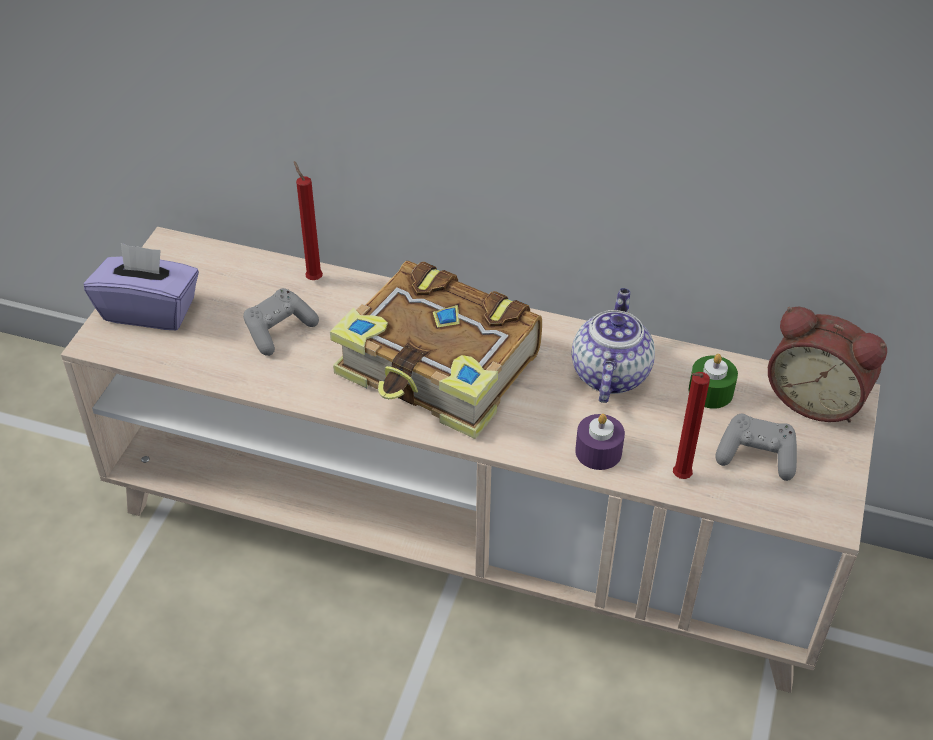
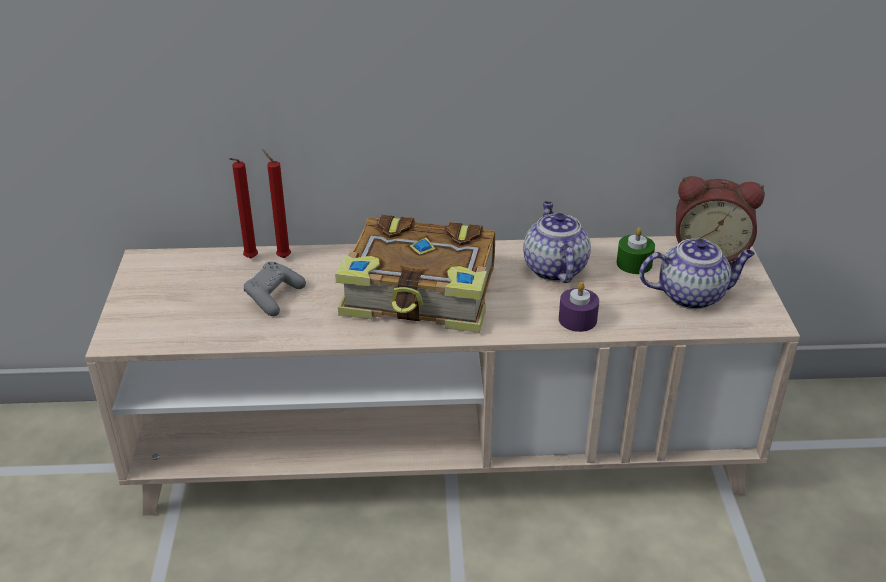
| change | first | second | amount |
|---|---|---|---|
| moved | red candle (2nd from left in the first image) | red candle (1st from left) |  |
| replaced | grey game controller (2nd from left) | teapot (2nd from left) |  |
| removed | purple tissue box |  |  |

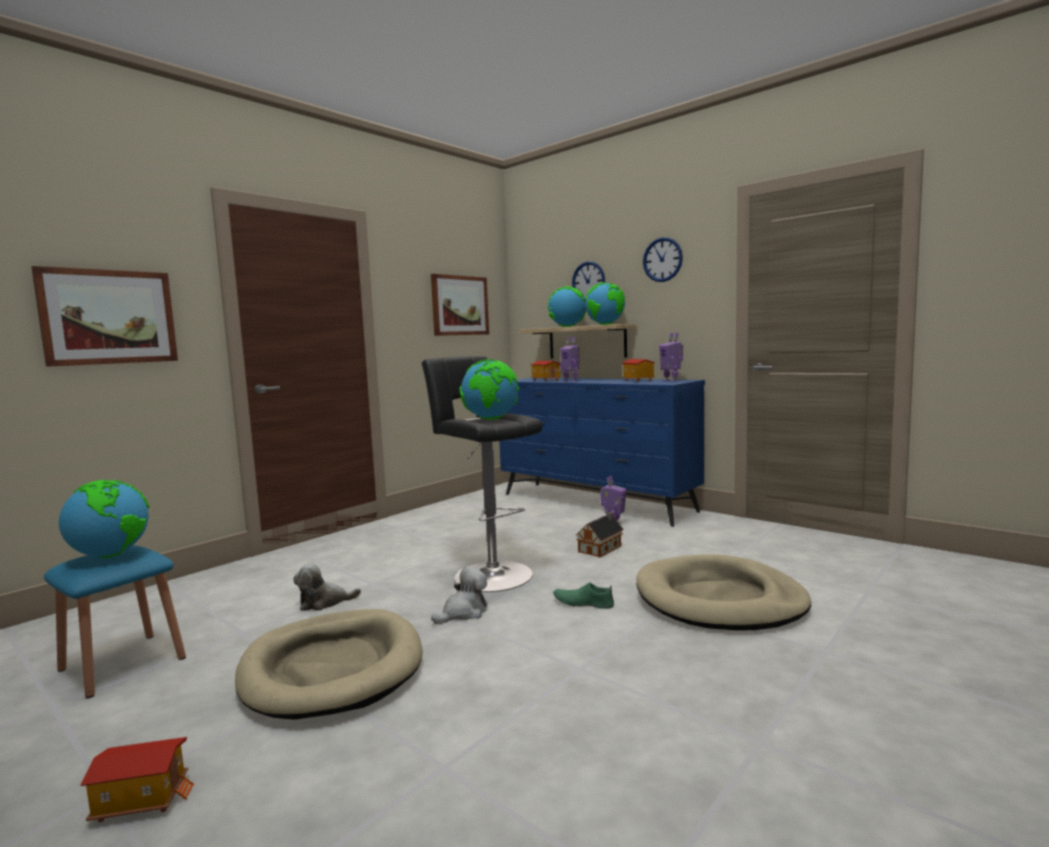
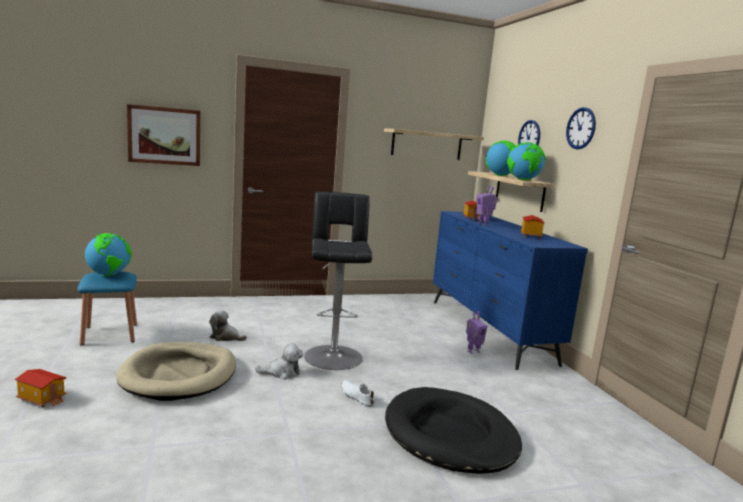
| change | first | second | amount |
|---|---|---|---|
| recoloured | green shoe | white shoe |  |
| replaced | picture (2nd from left) | shelf (1st from left) |  |
| recoloured | beige dog bed (2nd from left) | black dog bed |  |
| removed | globe (2nd from left) |  |  |
| removed | toy house (3rd from left) |  |  |
| removed | toy robot (3rd from left) |  |  |

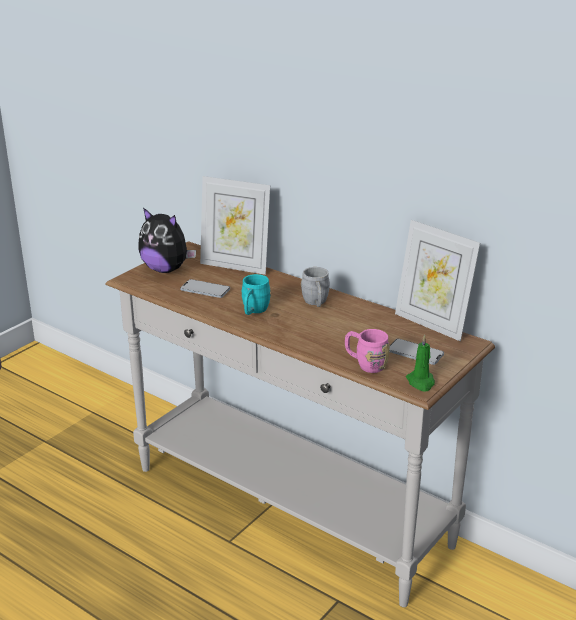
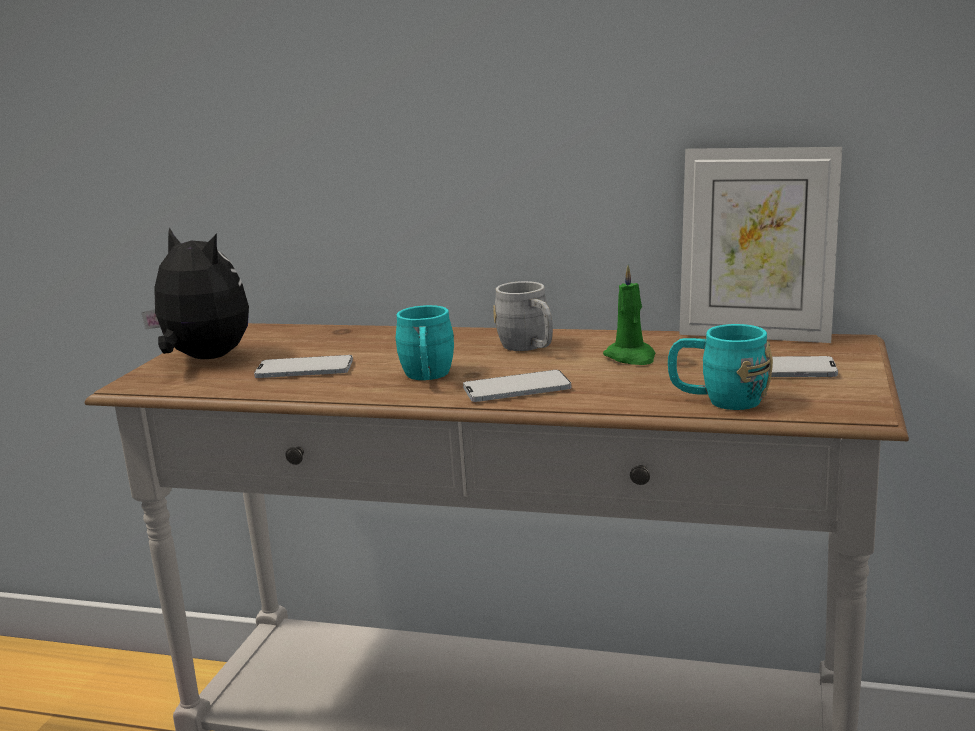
| change | first | second | amount |
|---|---|---|---|
| turned | plush toy |  | 150 degrees counterclockwise |
| added |  | phone (2nd from left) |  |
| moved | green candle |  |  |
| recoloured | pink mug | turquoise mug (2nd from left) |  |
| removed | picture frame (1st from left) |  |  |

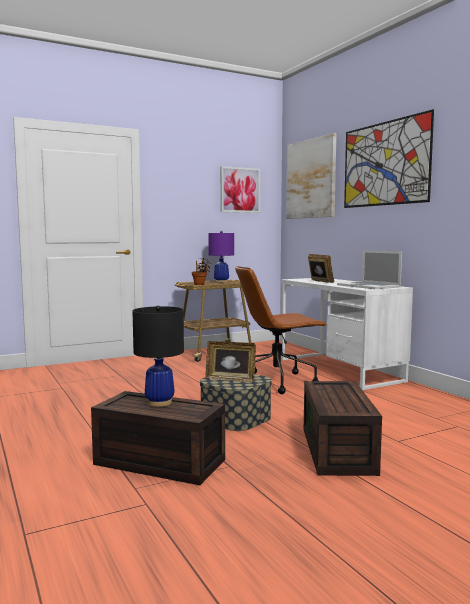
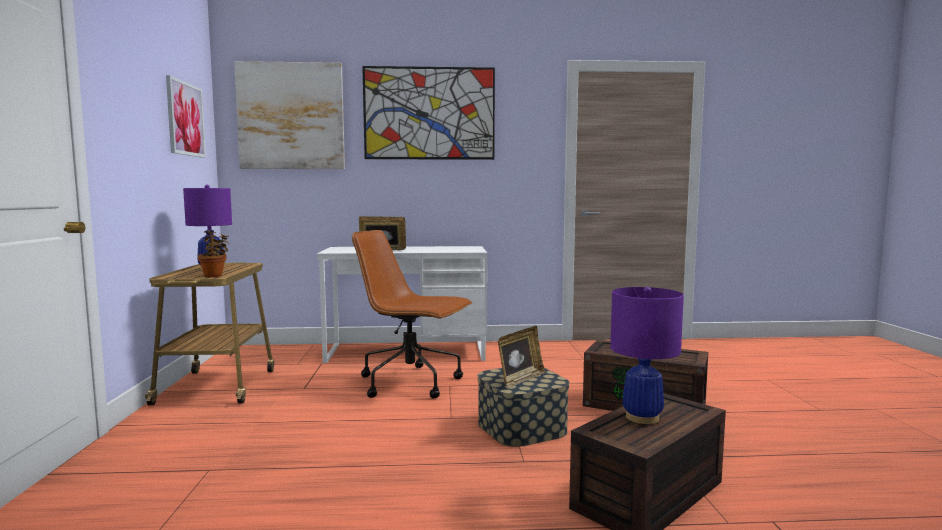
| change | first | second | amount |
|---|---|---|---|
| turned | brown office chair |  | 105 degrees clockwise |
| recoloured | black table lamp | purple table lamp (2nd from left) |  |
| removed | laptop |  |  |

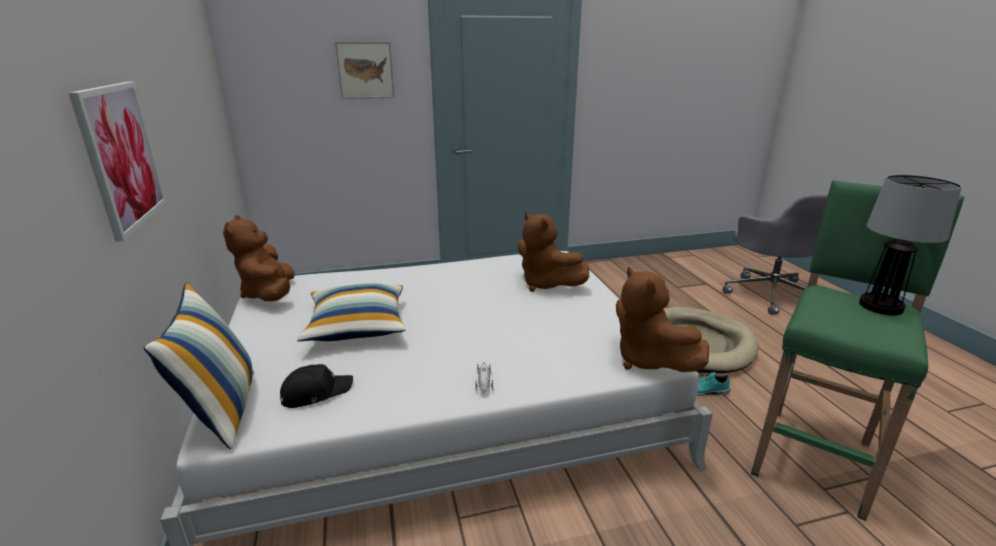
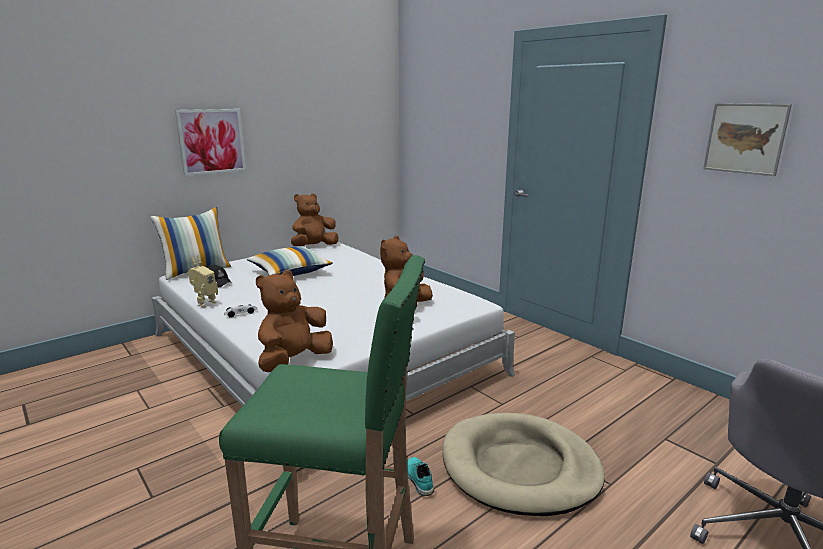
| change | first | second | amount |
|---|---|---|---|
| added |  | toy robot |  |
| moved | picture (2nd from left) |  |  |
| removed | table lamp |  |  |

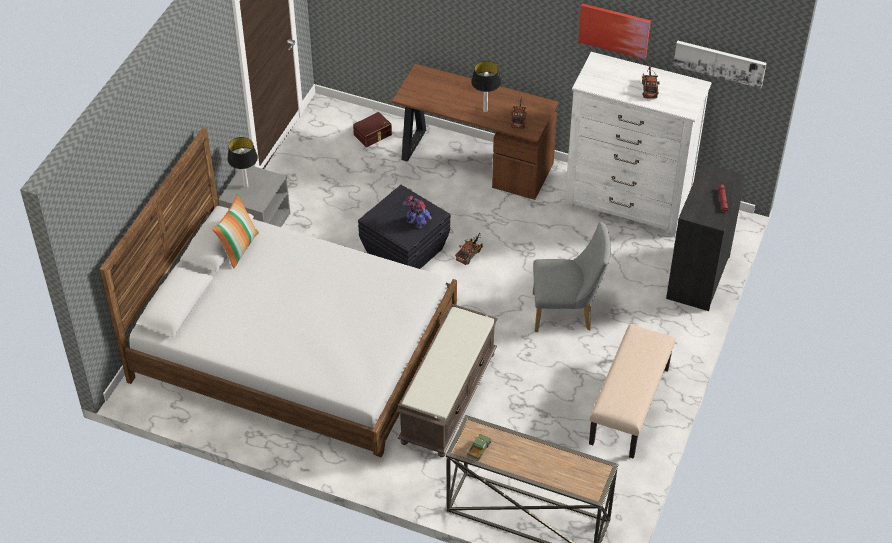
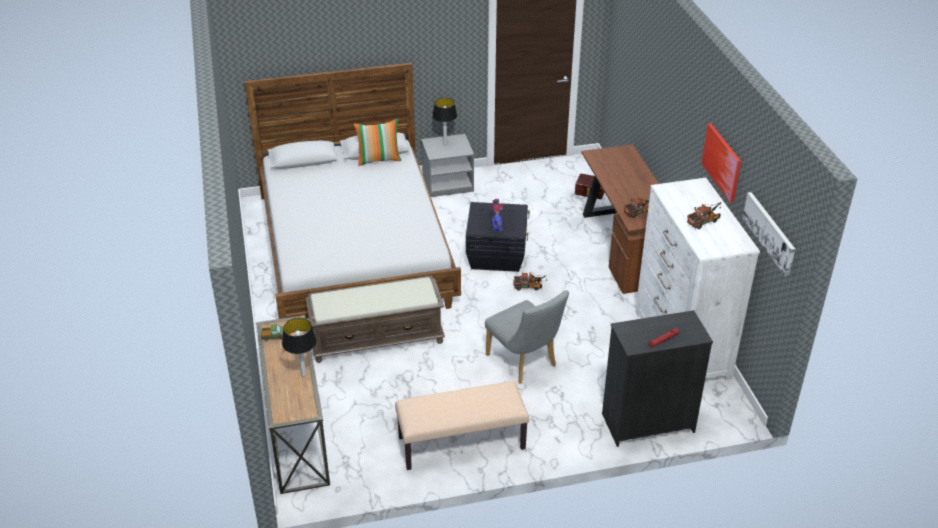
| change | first | second | amount |
|---|---|---|---|
| moved | table lamp (2nd from left in the first image) | table lamp (1st from left) |  |

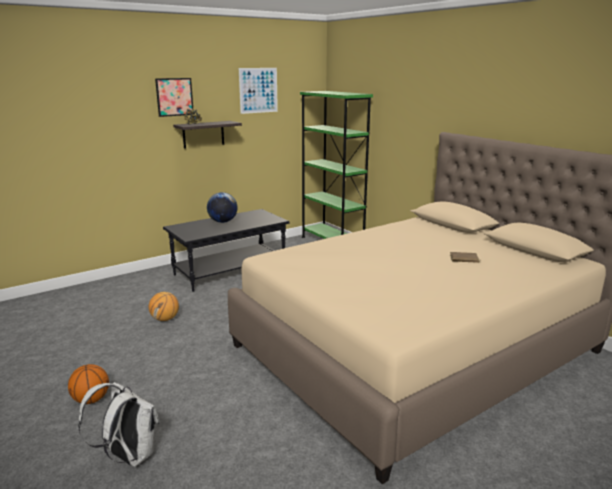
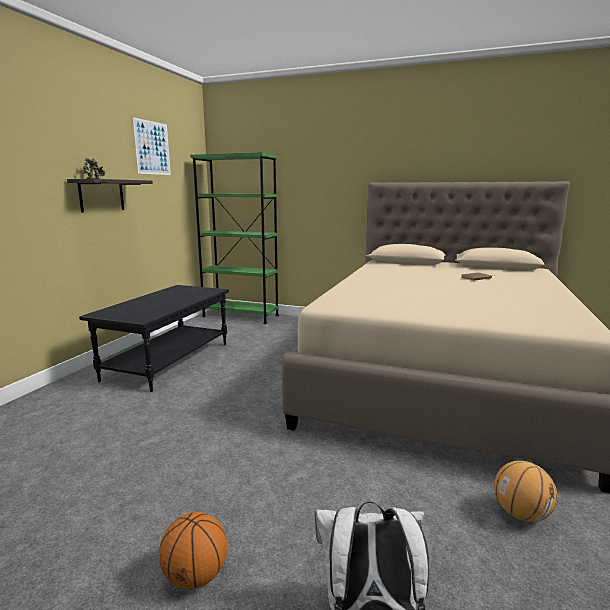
| change | first | second | amount |
|---|---|---|---|
| moved | basketball (2nd from left) |  |  |
| removed | picture (1st from left) |  |  |
| removed | globe |  |  |

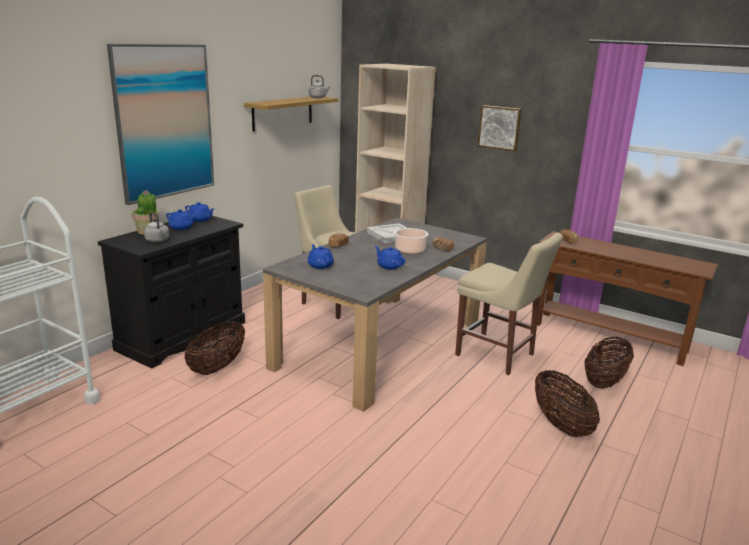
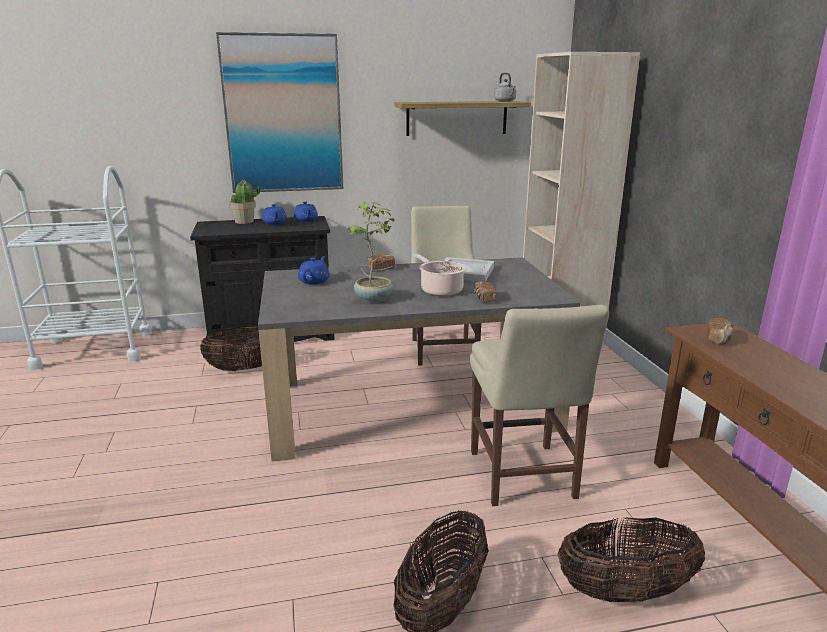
| change | first | second | amount |
|---|---|---|---|
| replaced | blue teapot (4th from left) | potted plant (2nd from left) |  |
| removed | grey kettle (1st from left) |  |  |
| removed | picture (2nd from left) |  |  |

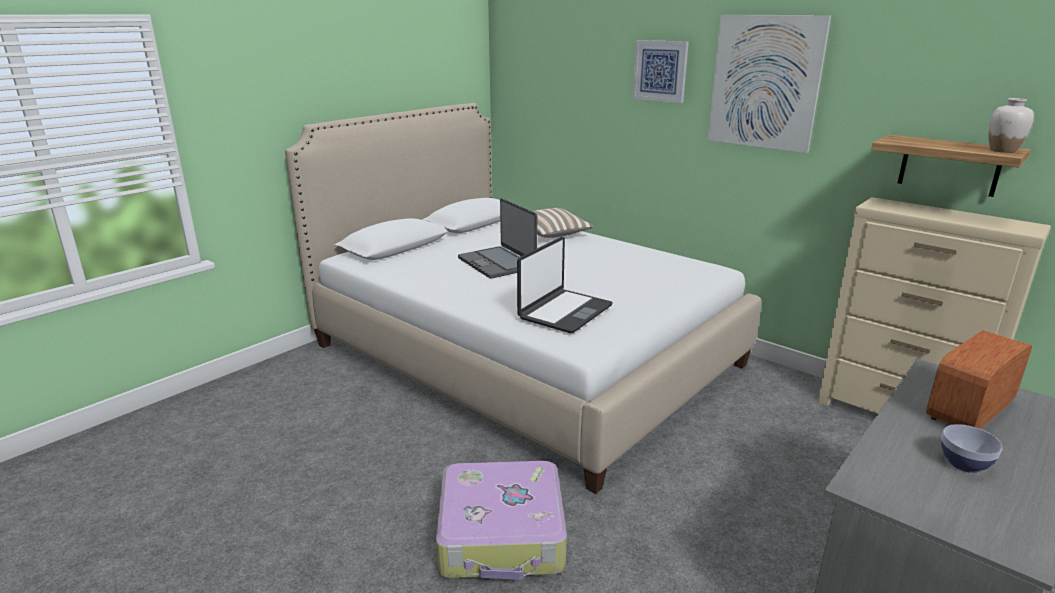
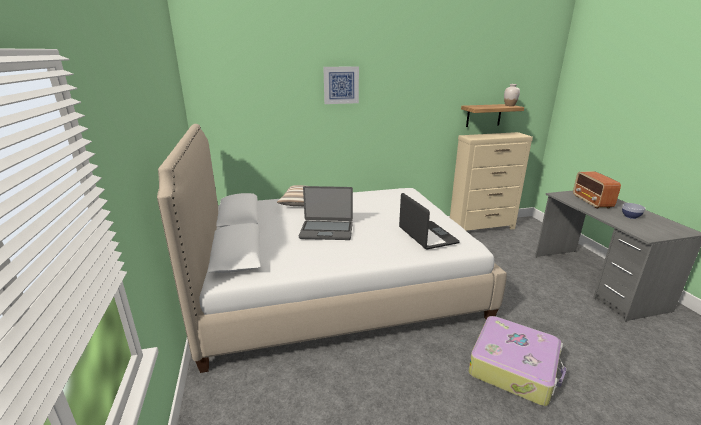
| change | first | second | amount |
|---|---|---|---|
| removed | picture (2nd from left) |  |  |

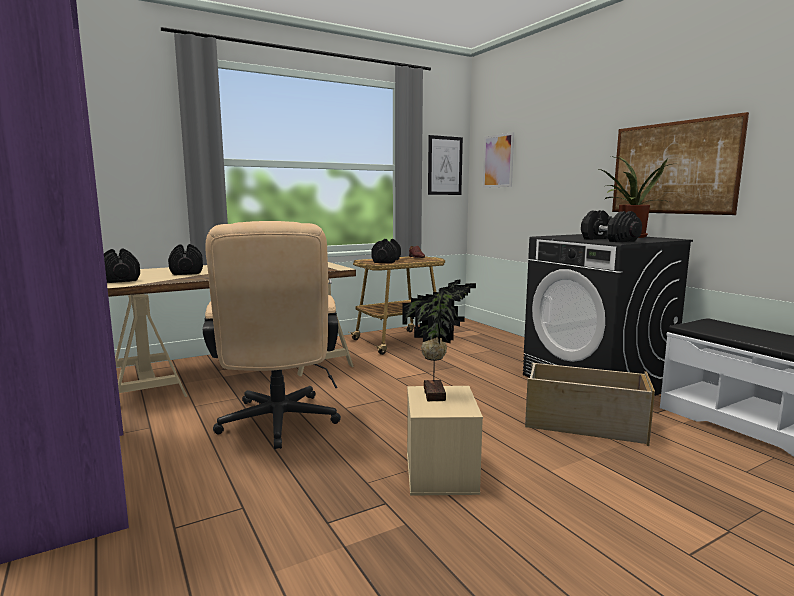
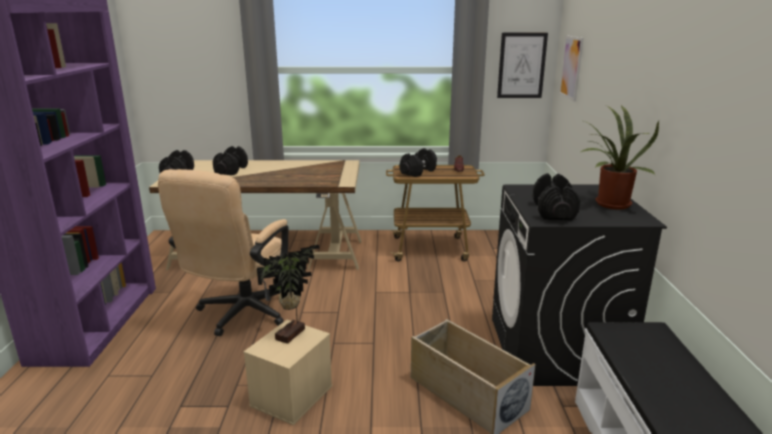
| change | first | second | amount |
|---|---|---|---|
| removed | picture (3rd from left) |  |  |

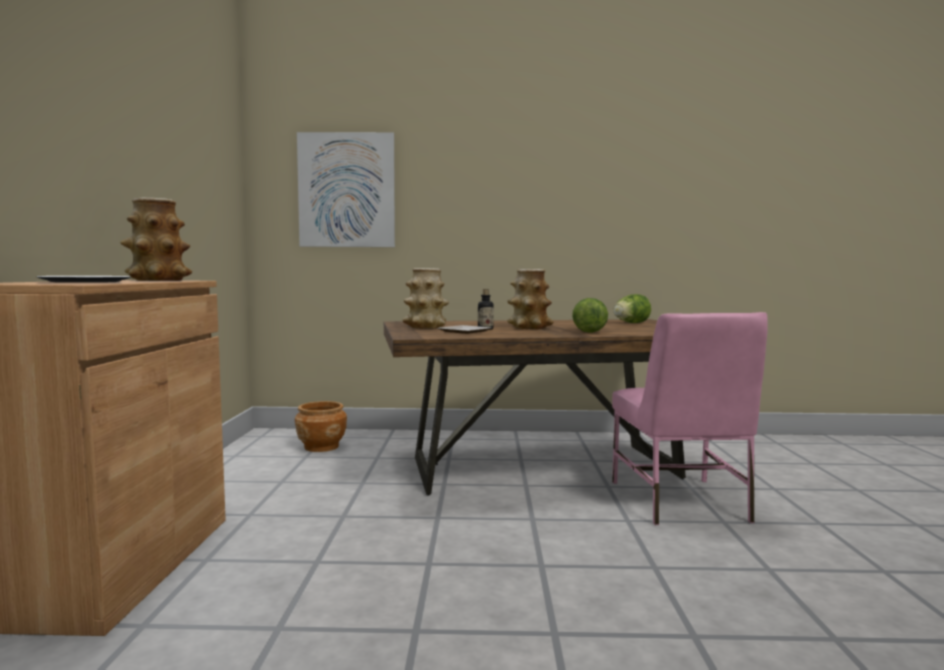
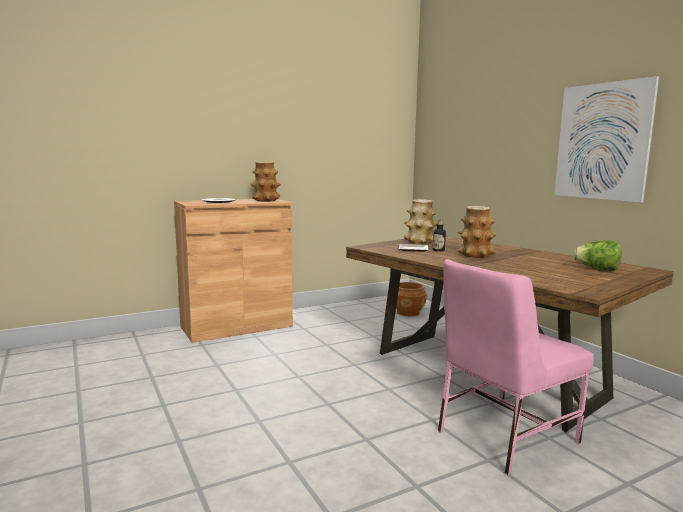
| change | first | second | amount |
|---|---|---|---|
| moved | picture |  |  |
| removed | lettuce (1st from left) |  |  |

